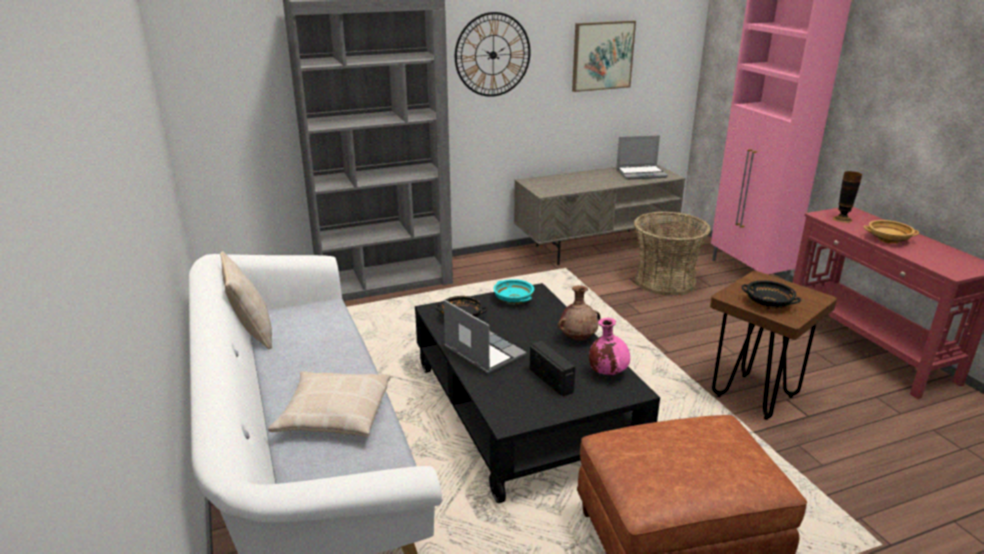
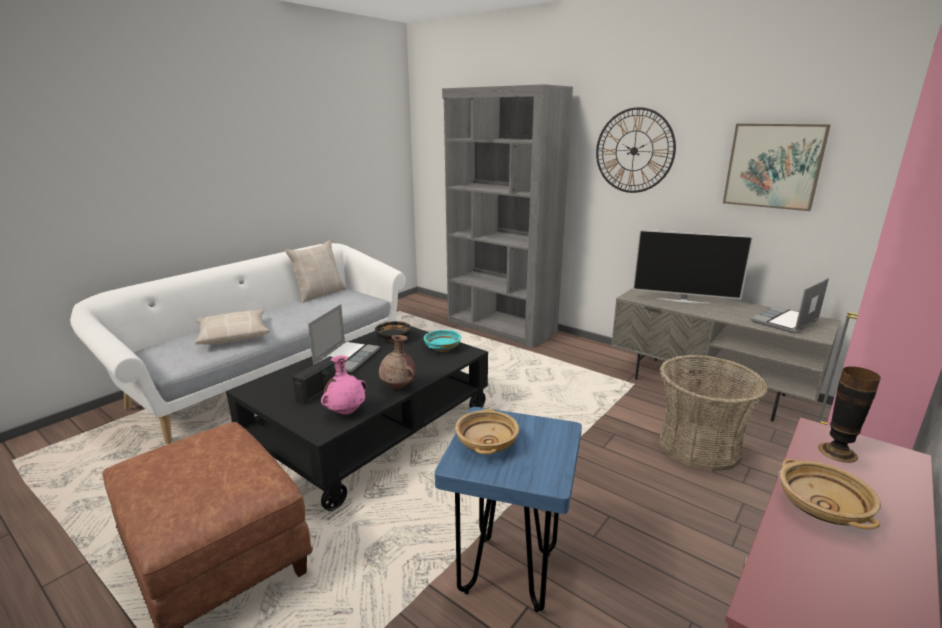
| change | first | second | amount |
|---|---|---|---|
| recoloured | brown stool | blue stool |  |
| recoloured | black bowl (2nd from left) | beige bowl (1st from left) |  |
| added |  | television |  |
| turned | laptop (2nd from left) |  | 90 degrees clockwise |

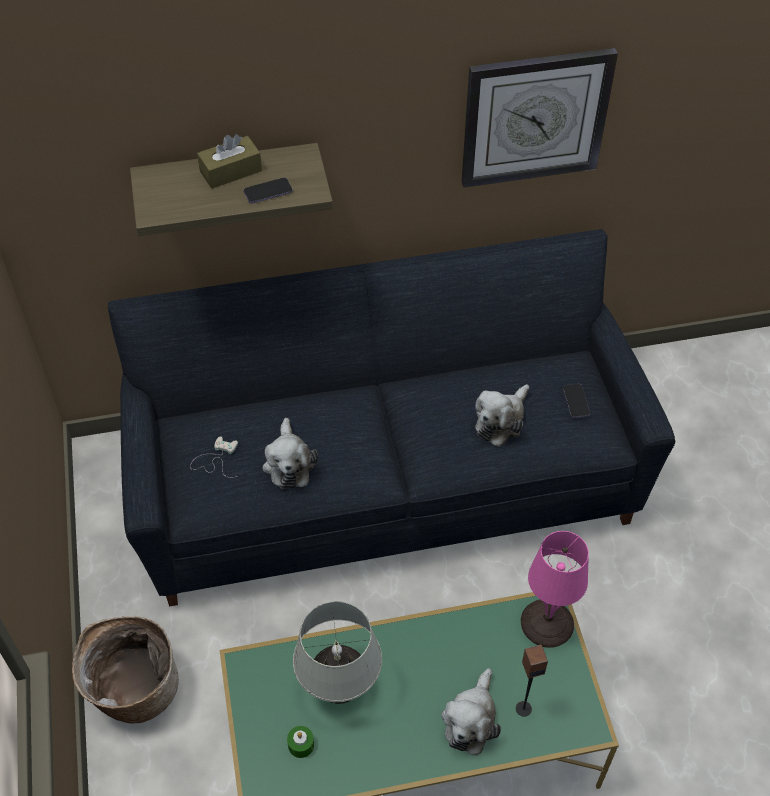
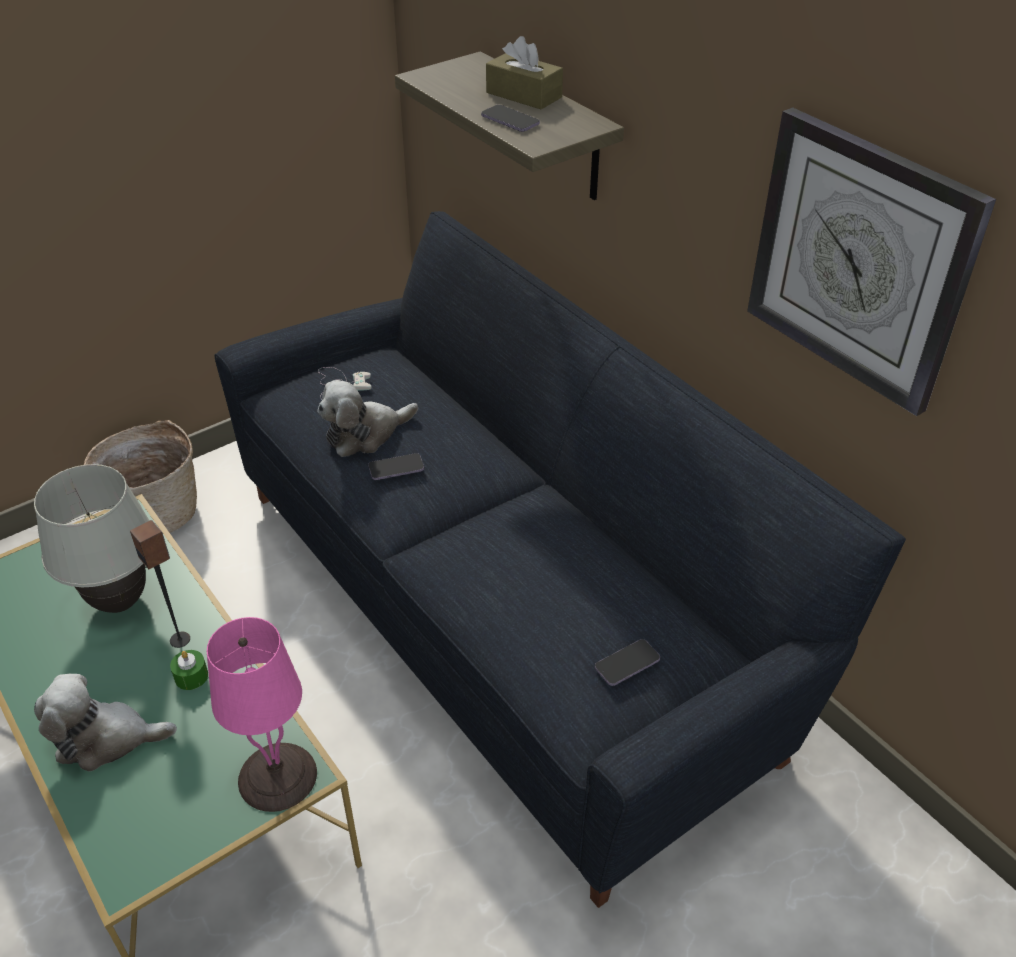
| change | first | second | amount |
|---|---|---|---|
| moved | speaker |  |  |
| moved | green candle |  |  |
| added |  | phone (1st from left) |  |
| removed | plush toy (3rd from left) |  |  |

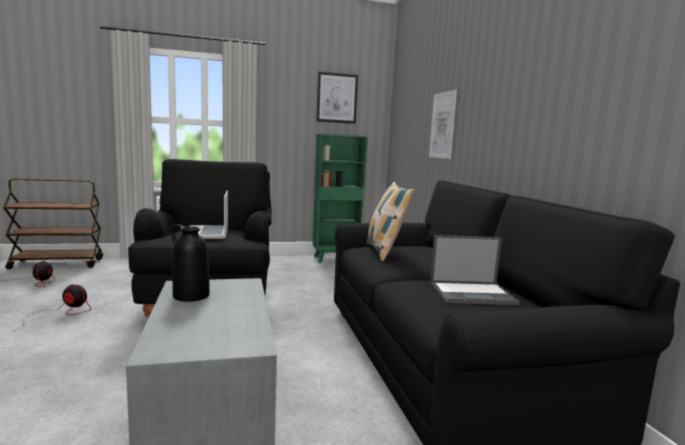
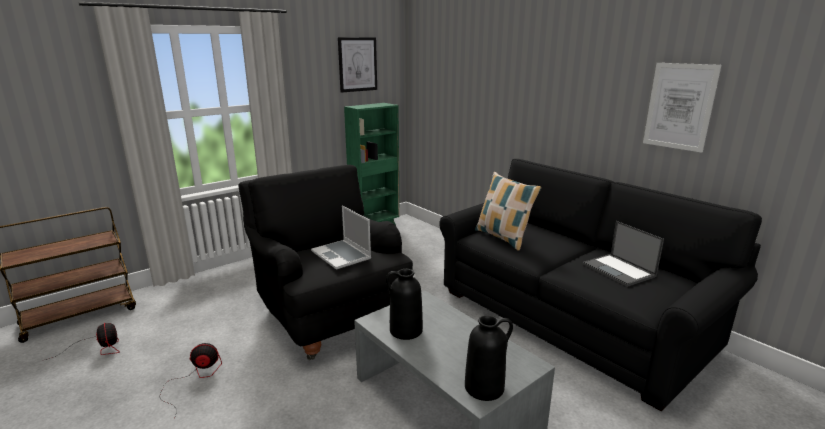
| change | first | second | amount |
|---|---|---|---|
| added |  | black vase (2nd from left) |  |
| turned | laptop (2nd from left) |  | 90 degrees clockwise |
| moved | picture (2nd from left) |  |  |

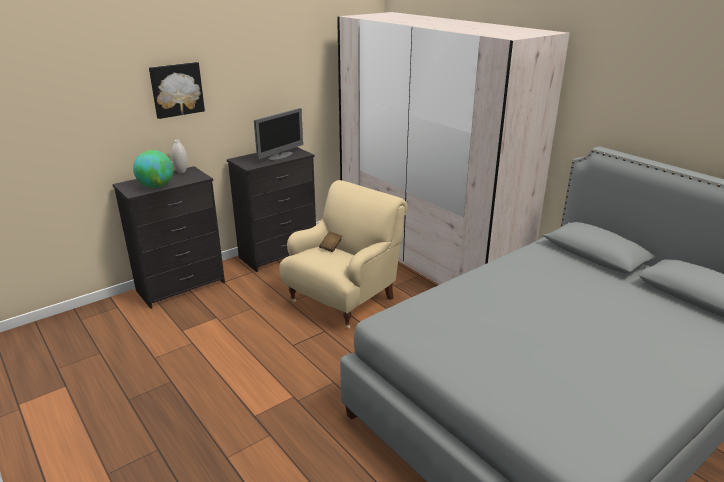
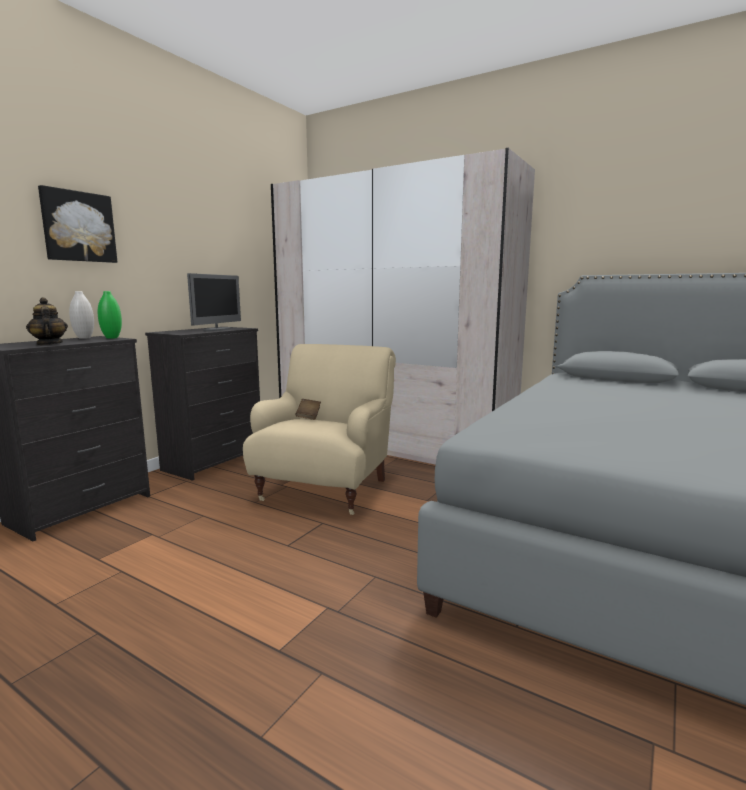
| change | first | second | amount |
|---|---|---|---|
| replaced | globe | teapot |  |
| added |  | green vase |  |

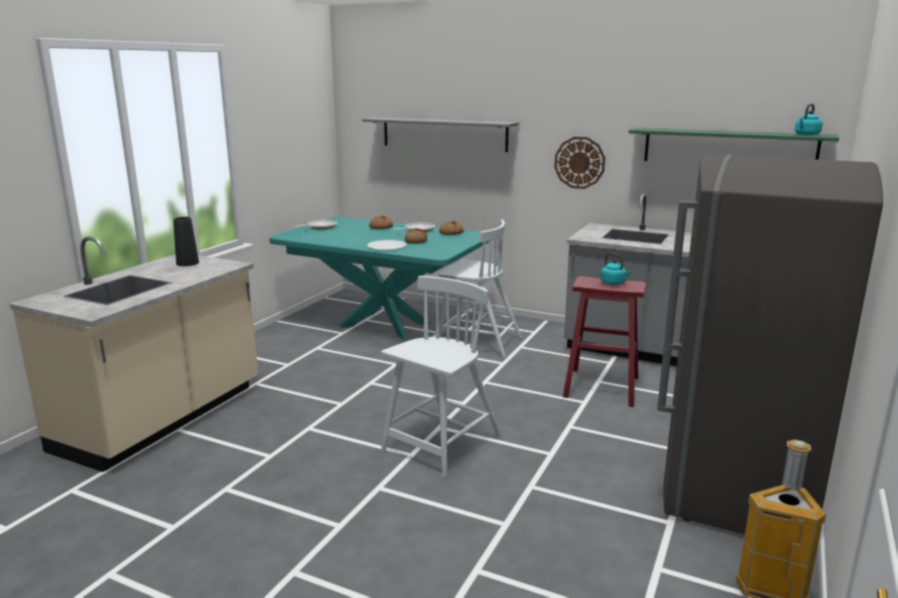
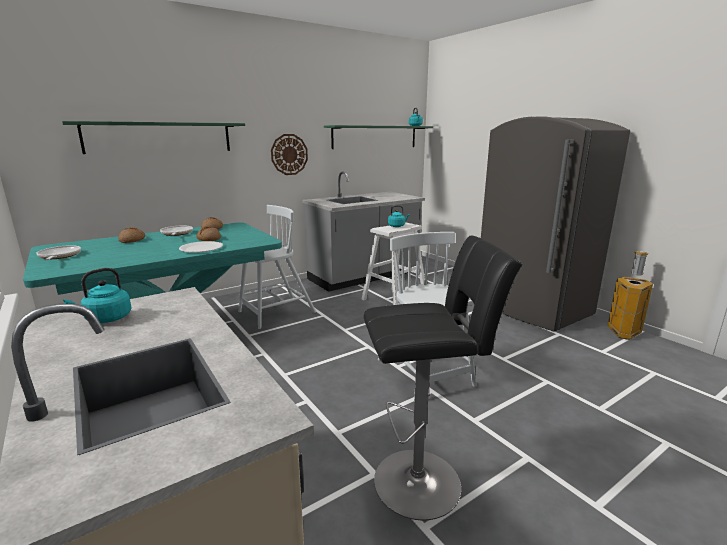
| change | first | second | amount |
|---|---|---|---|
| recoloured | grey shelf | green shelf (1st from left) |  |
| replaced | black vase | turquoise kettle (1st from left) |  |
| recoloured | red stool | white stool |  |
| added |  | black stool |  |

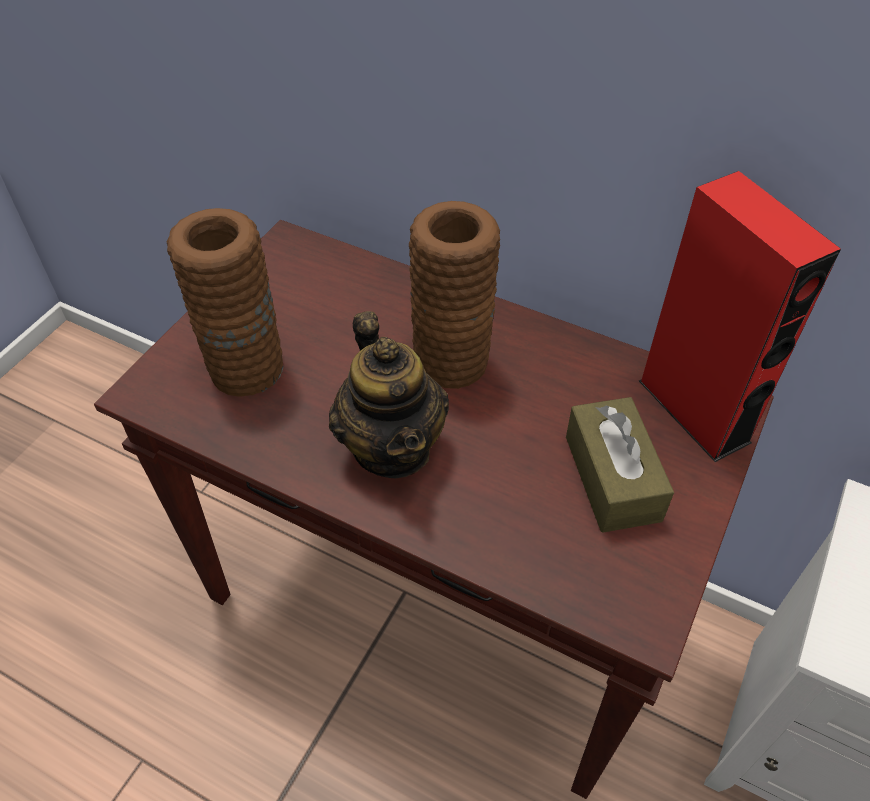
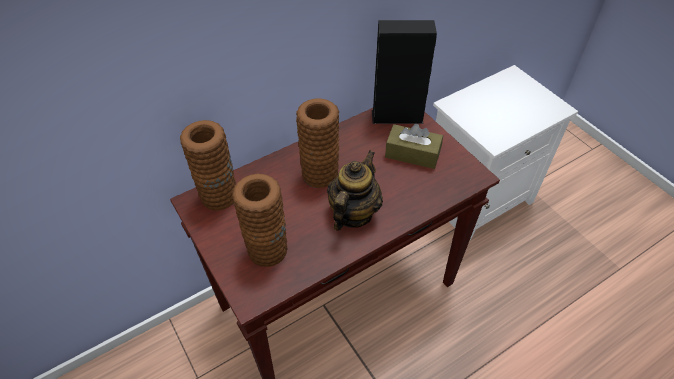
| change | first | second | amount |
|---|---|---|---|
| added |  | brown vase (1st from left) |  |
| turned | teapot |  | 75 degrees counterclockwise |
| recoloured | red speaker | black speaker |  |

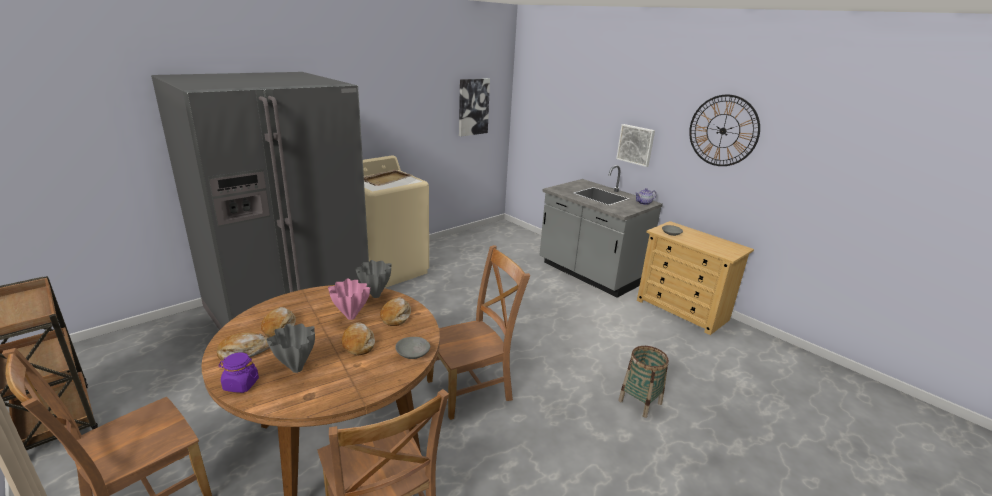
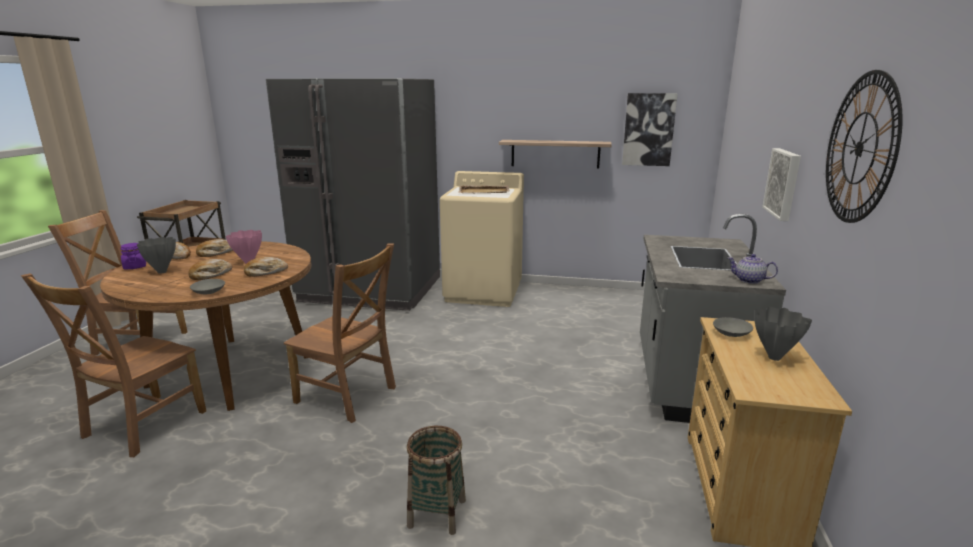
| change | first | second | amount |
|---|---|---|---|
| added |  | shelf |  |
| moved | grey vase (2nd from left) |  |  |

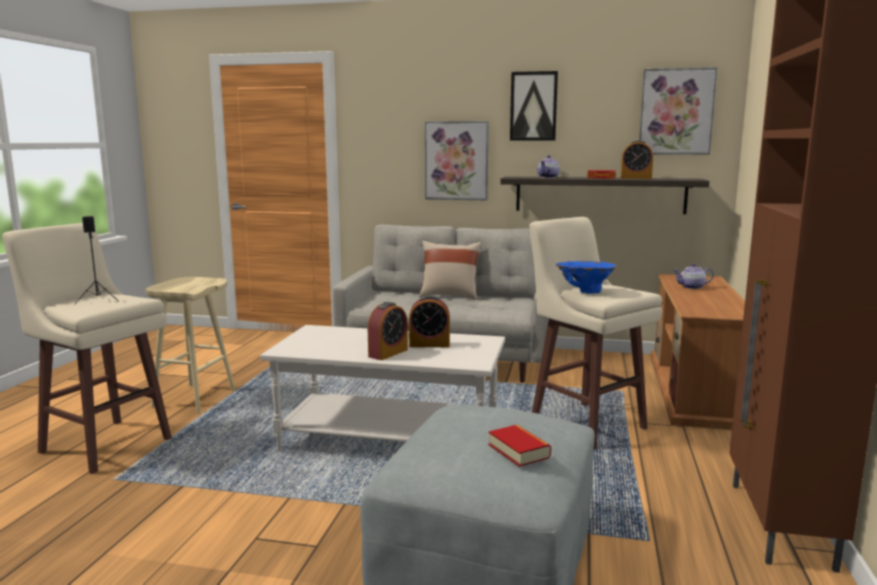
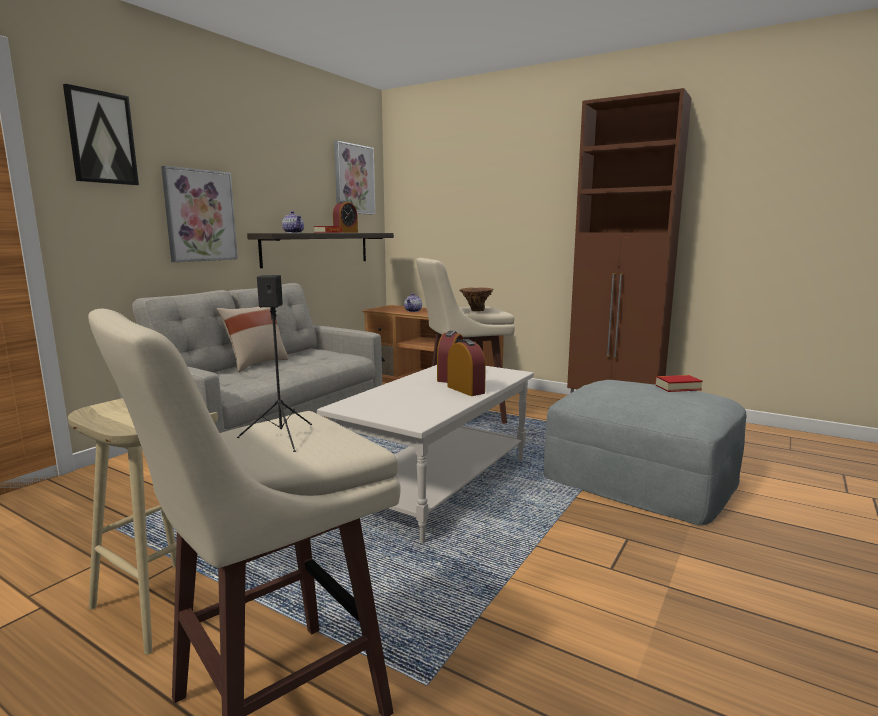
| change | first | second | amount |
|---|---|---|---|
| moved | picture (2nd from left in the first image) | picture (1st from left) |  |
| recoloured | blue vase | brown vase |  |

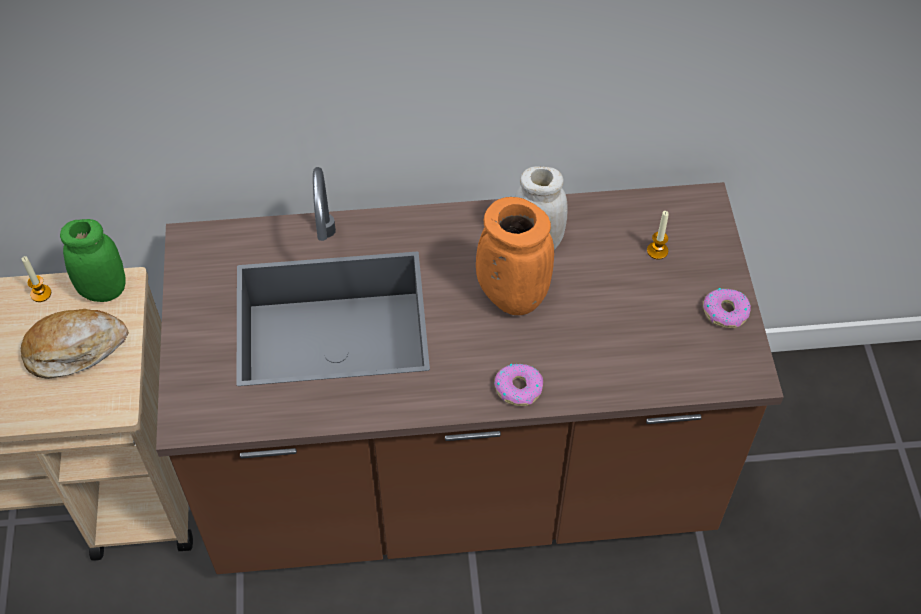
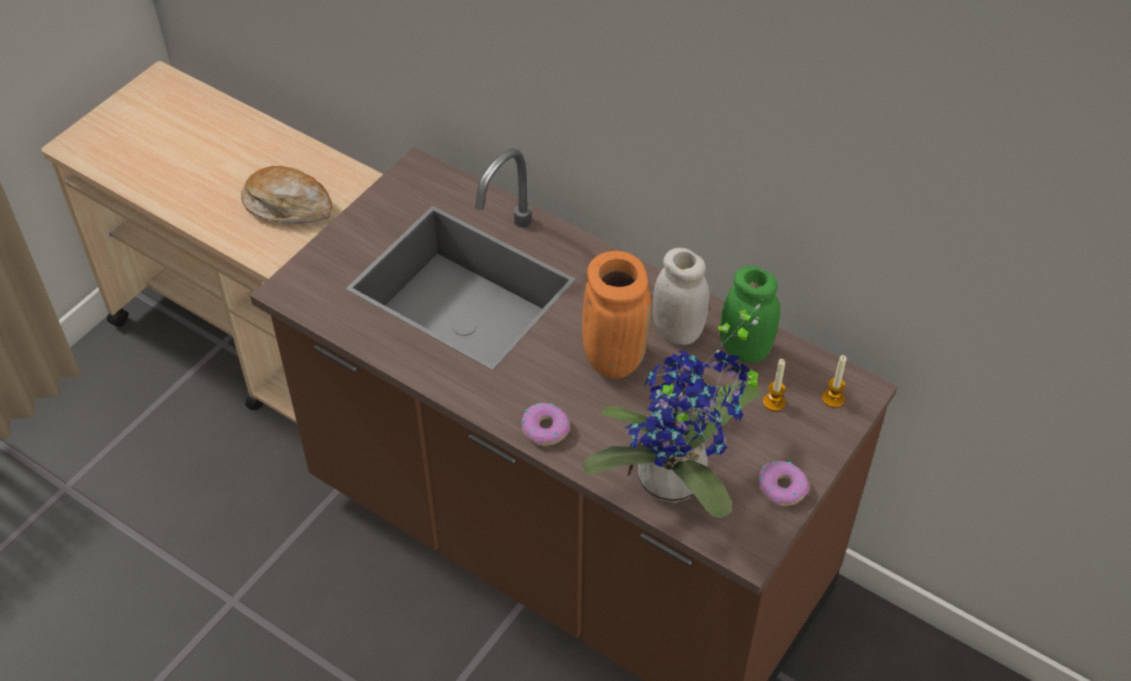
| change | first | second | amount |
|---|---|---|---|
| added |  | potted plant |  |
| moved | green jar |  |  |
| moved | candle (1st from left in the first image) | candle (2nd from left) |  |

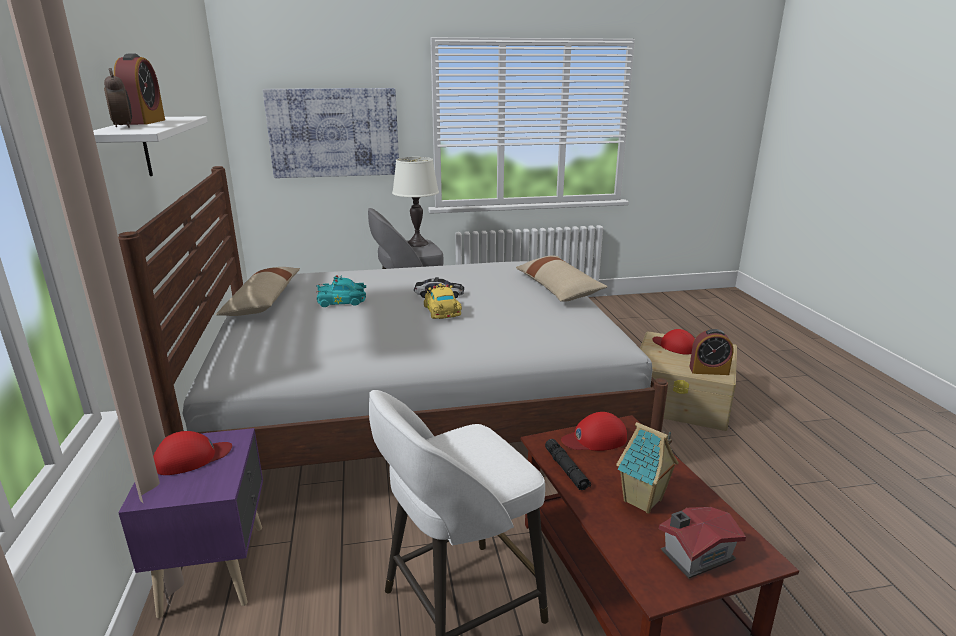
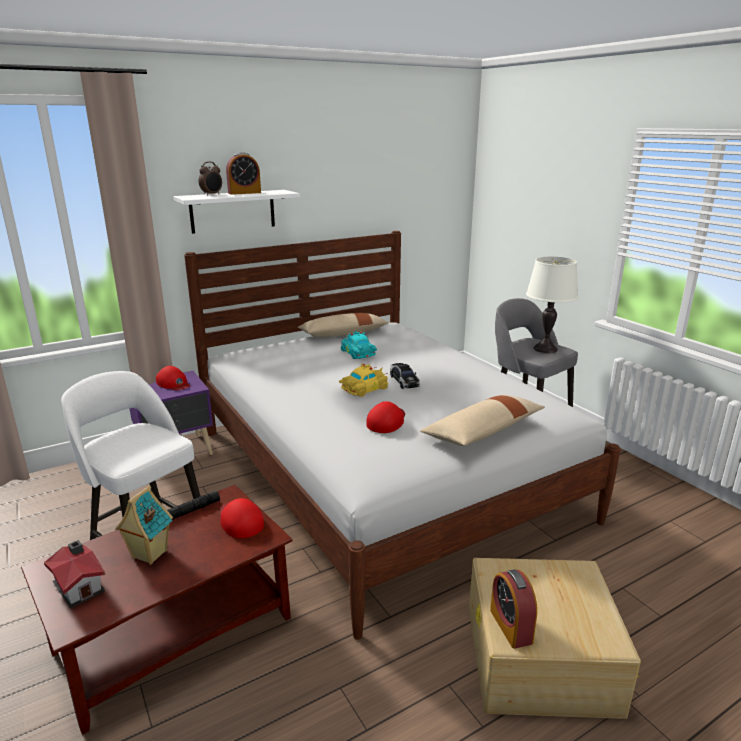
| change | first | second | amount |
|---|---|---|---|
| moved | red cap (3rd from left) |  |  |
| removed | picture |  |  |

